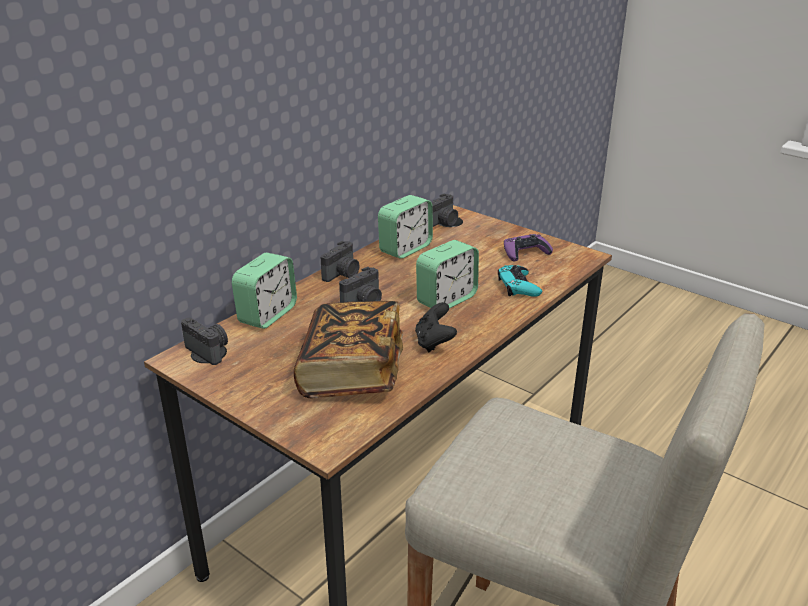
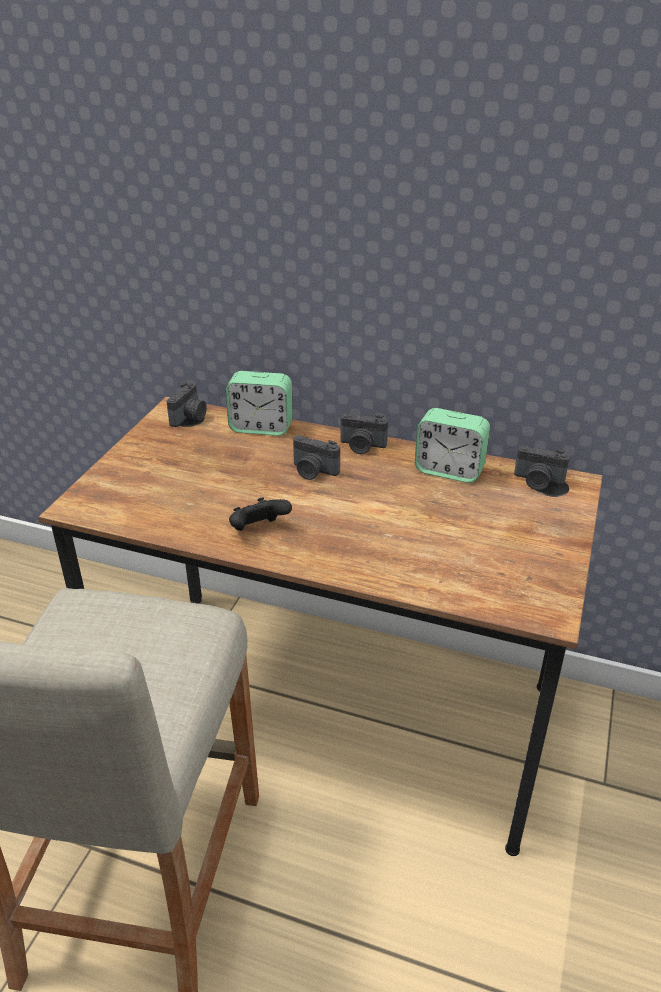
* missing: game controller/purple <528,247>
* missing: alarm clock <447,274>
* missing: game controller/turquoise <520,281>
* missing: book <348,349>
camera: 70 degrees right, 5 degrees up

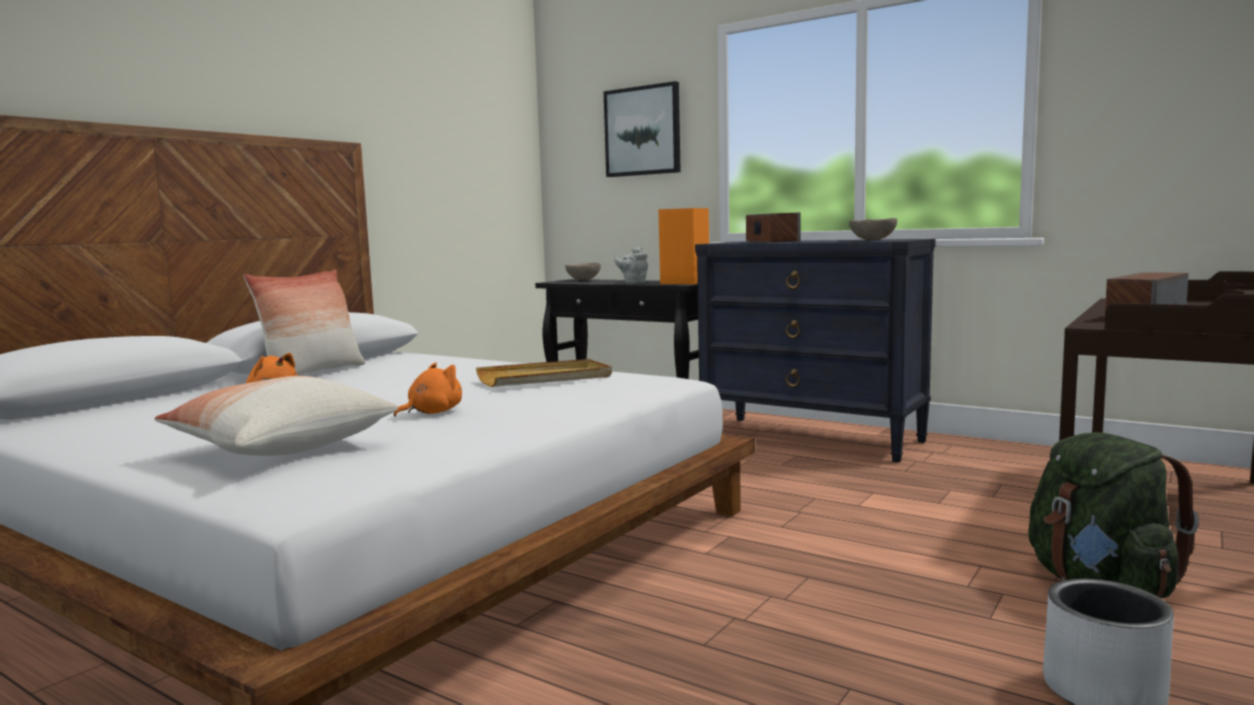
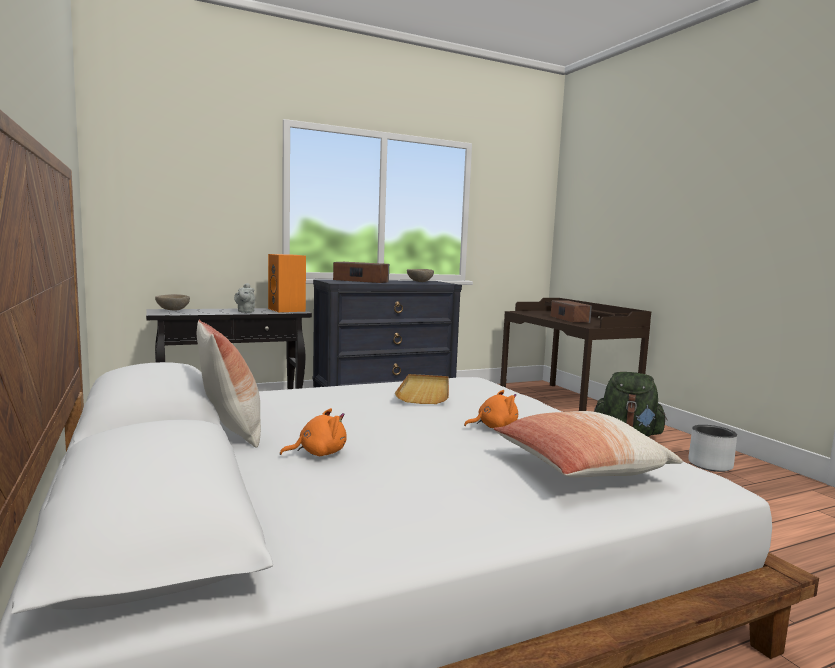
* missing: picture <642,129>
* spun: plush toy/orange <428,389> = <491,409> 90 degrees clockwise
camera: 60 degrees left, 0 degrees up

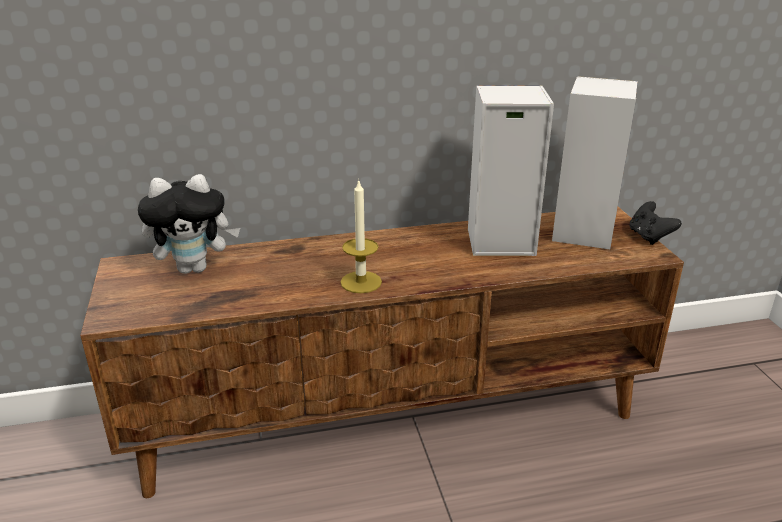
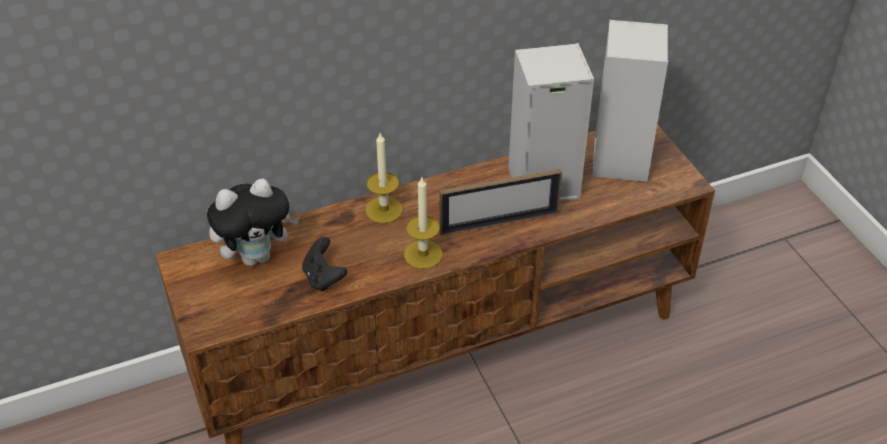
* relocated: game controller/black <655,223> to <324,264>
* appeared: candle <384,178>
* appeared: picture frame <500,202>
camera: 10 degrees left, 15 degrees up

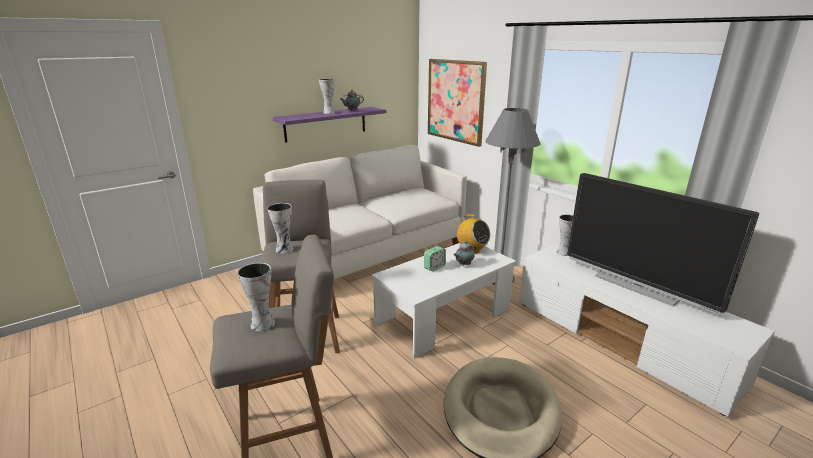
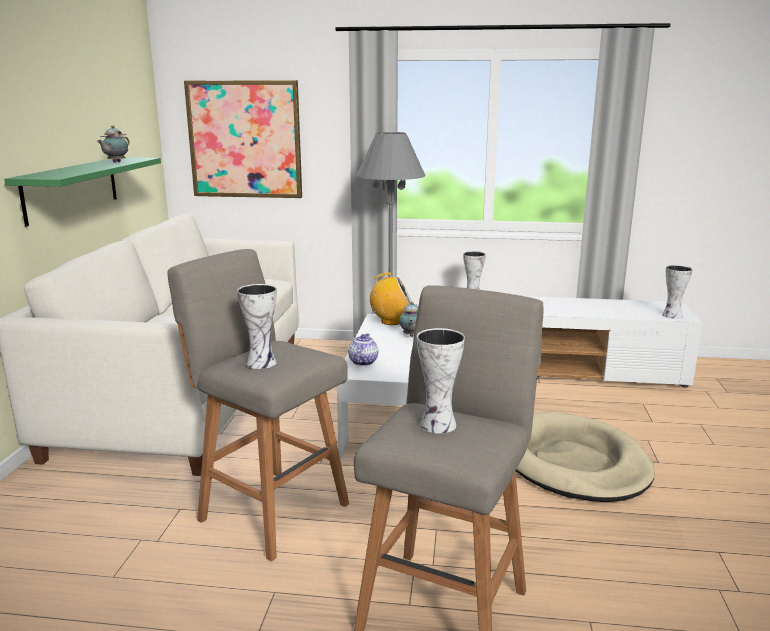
* relocated: vase <327,96> to <677,292>
* colour: shelf/purple <329,125> to shelf/green <82,192>
* missing: television <663,244>
* missing: alarm clock <435,258>
* appeared: teapot <363,350>
camera: 45 degrees left, 5 degrees down

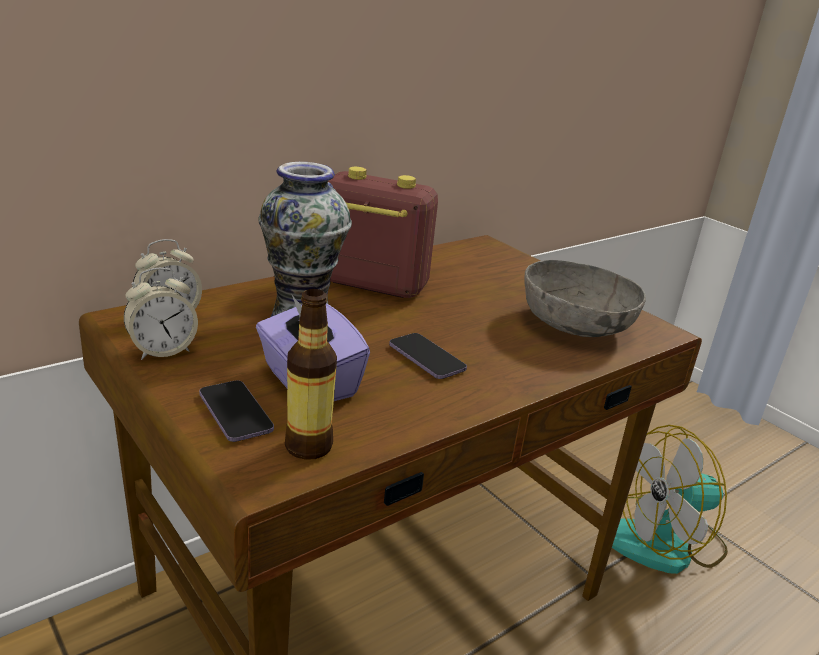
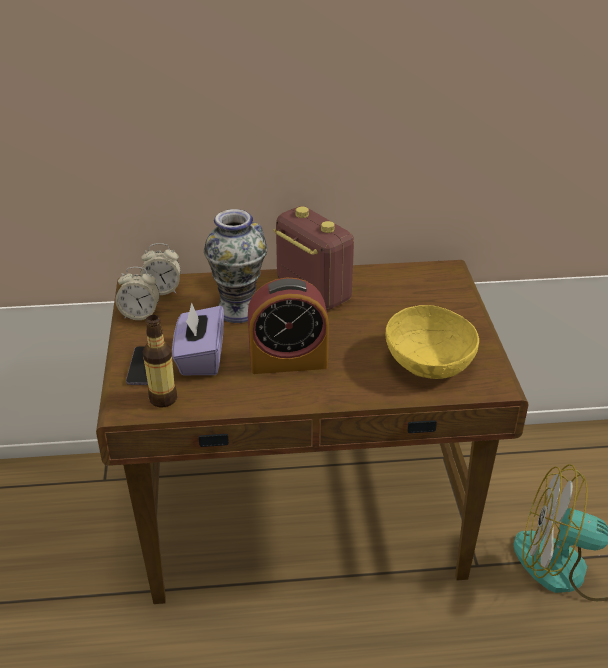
* colour: bowl/grey <585,298> to bowl/yellow <432,342>
* exchanged: phone <428,356> to alarm clock <288,326>
camera: 35 degrees right, 10 degrees up

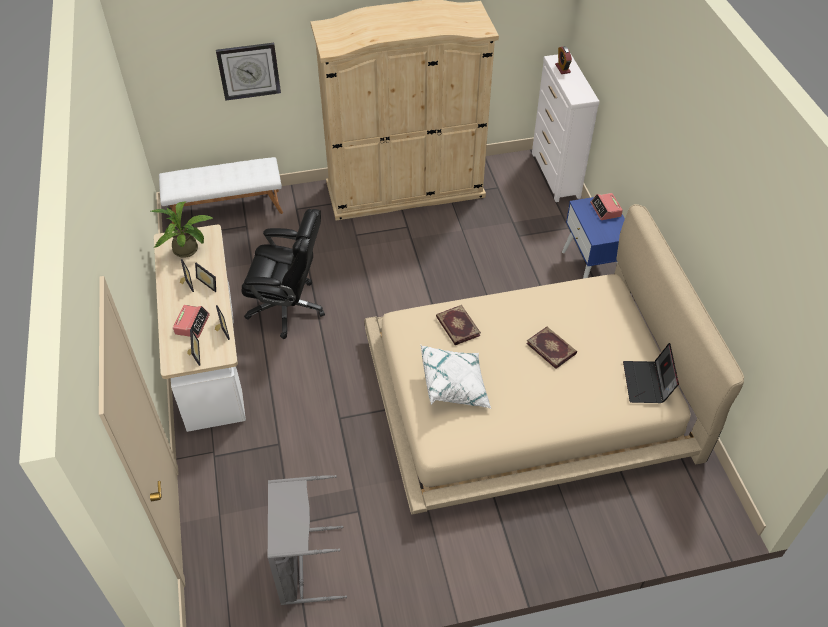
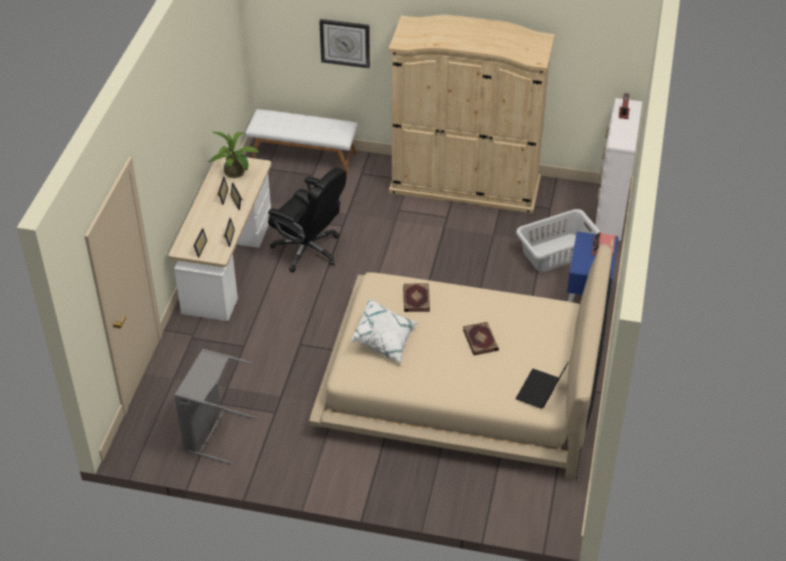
* missing: alarm clock <191,321>
* appeared: laundry basket/grey <558,240>
camera: 25 degrees right, 5 degrees down

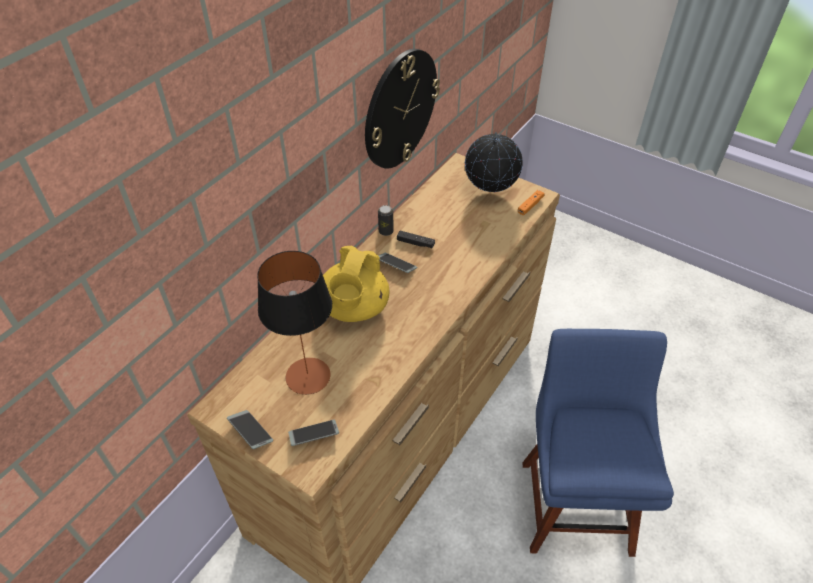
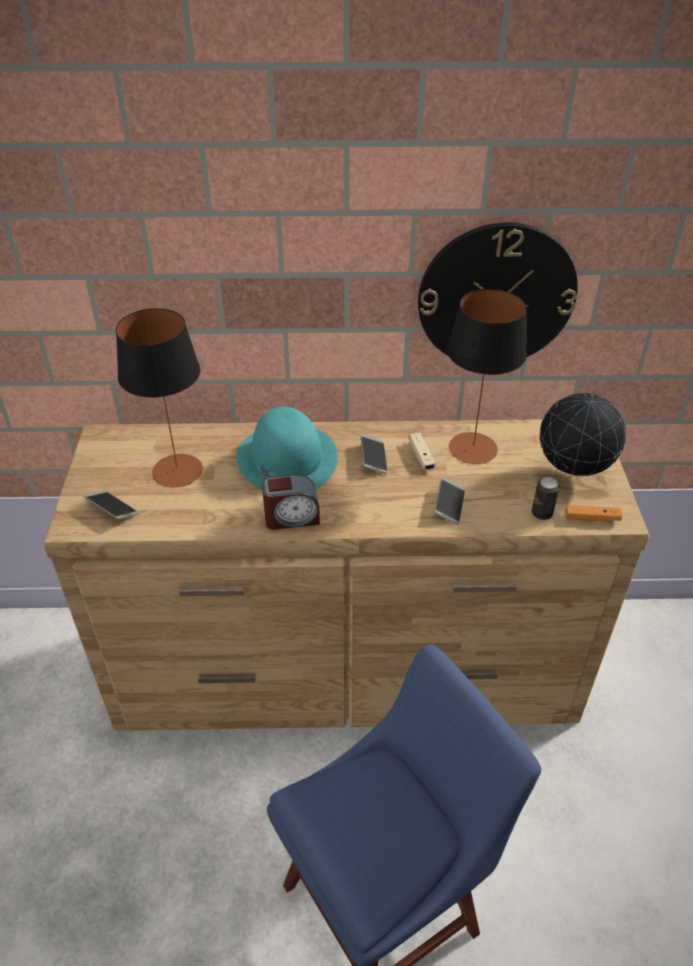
* relocated: can <386,220> to <546,498>
* colour: game controller/black <416,239> to game controller/beige <422,451>
* exchanged: teapot/yellow <356,284> to hat/turquoise <287,448>
* relocated: phone <250,429> to <449,501>
* appeared: table lamp <487,376>
* appeared: alarm clock <291,502>
camera: 55 degrees right, 5 degrees down

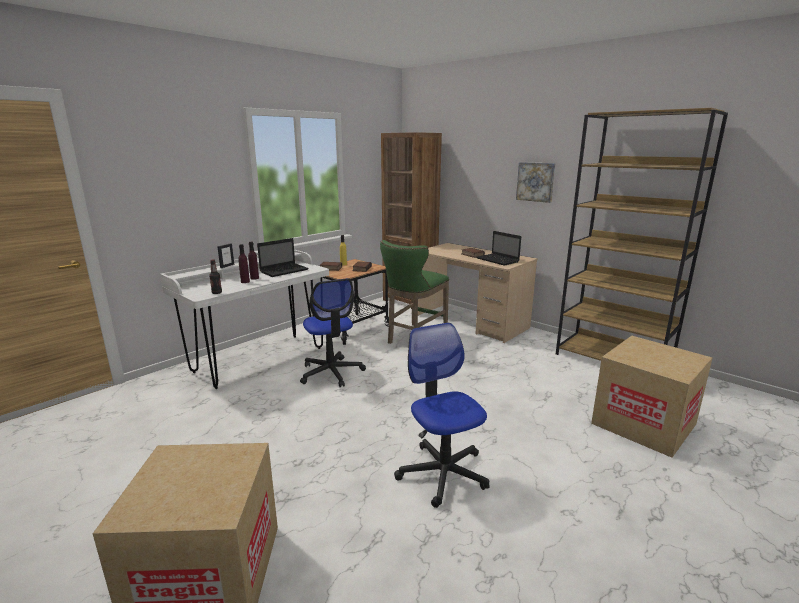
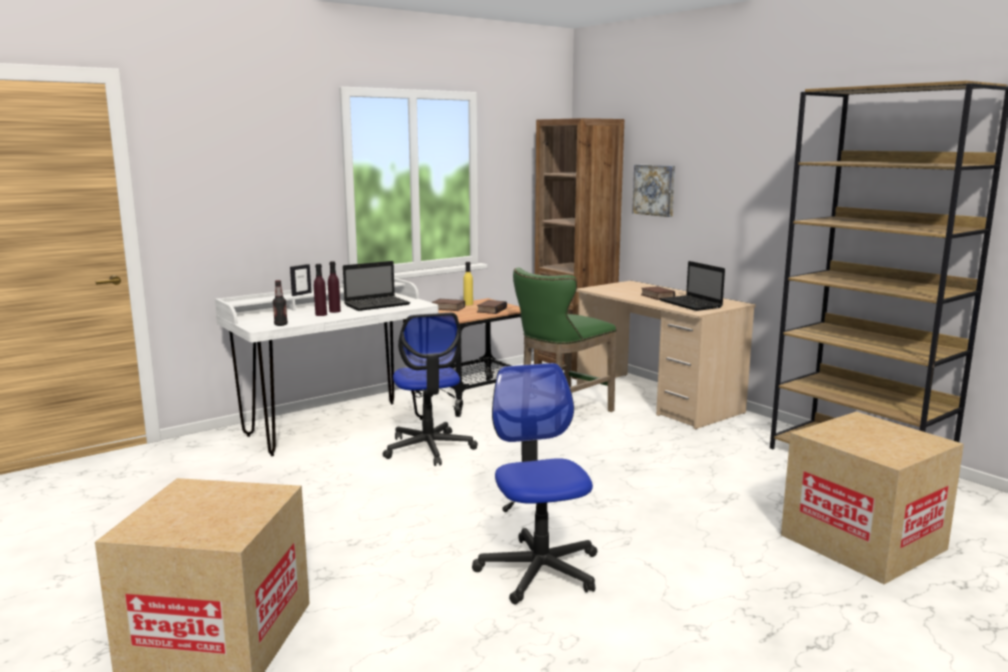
* relocated: picture <535,182> to <653,190>
camera: 10 degrees right, 5 degrees down

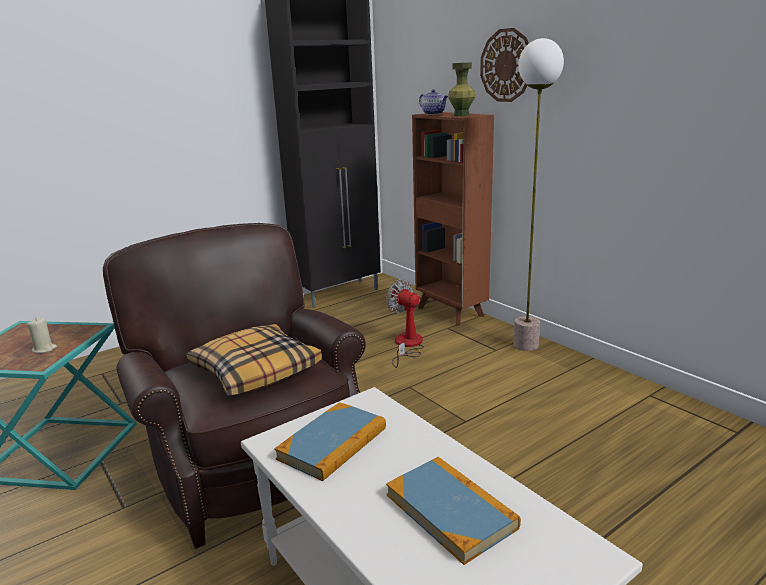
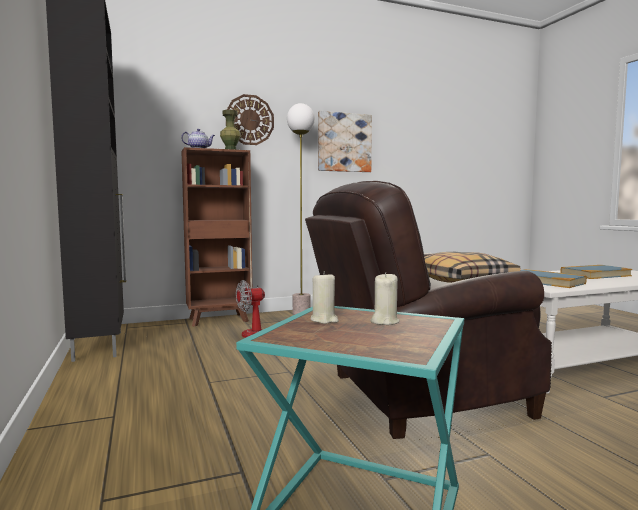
* appeared: picture <345,141>
* appeared: candle/beige <324,297>
camera: 75 degrees left, 15 degrees down

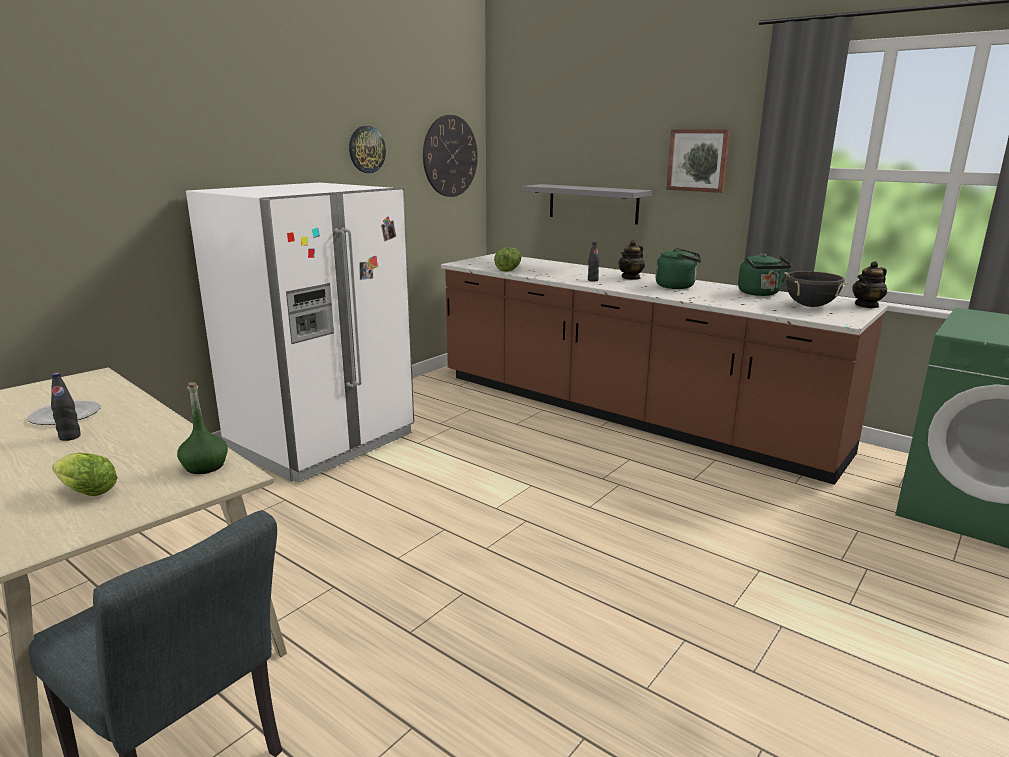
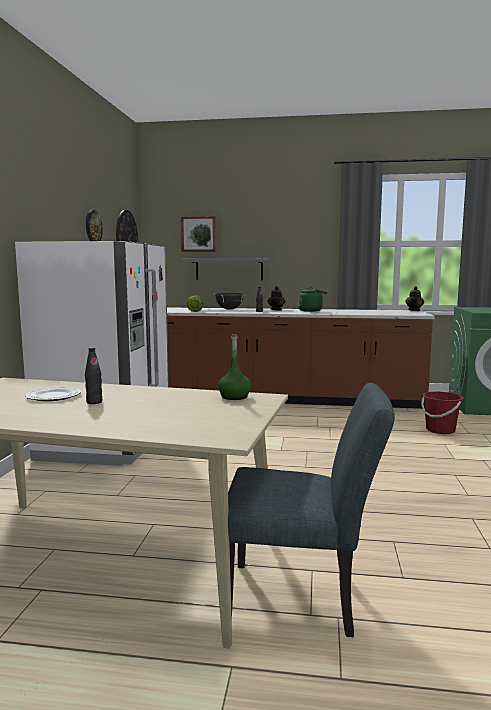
* relocated: picture <698,161> to <198,234>
* missing: kettle/green <765,274>
* relocated: cooking pot/black <816,289> to <229,301>
* missing: lettuce <85,474>
* appeared: bucket/red <442,413>
camera: 30 degrees left, 10 degrees down

